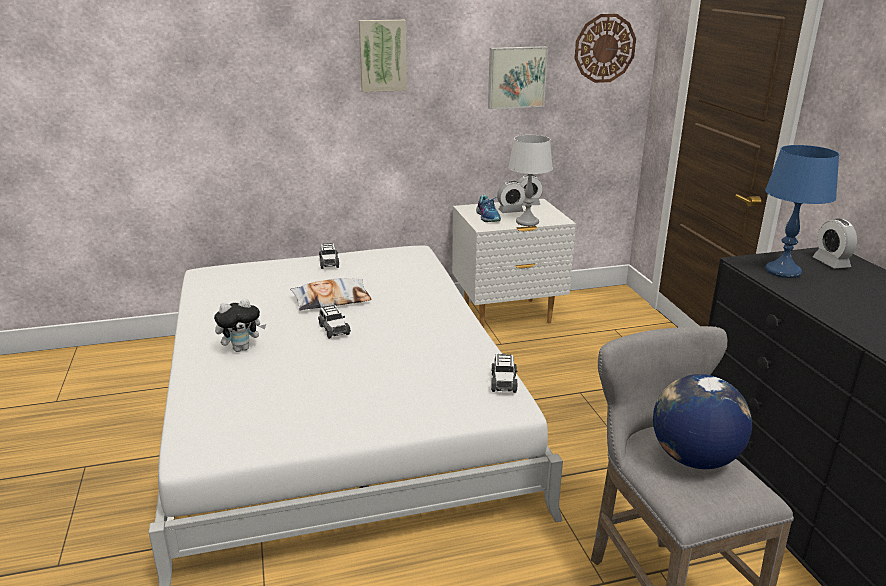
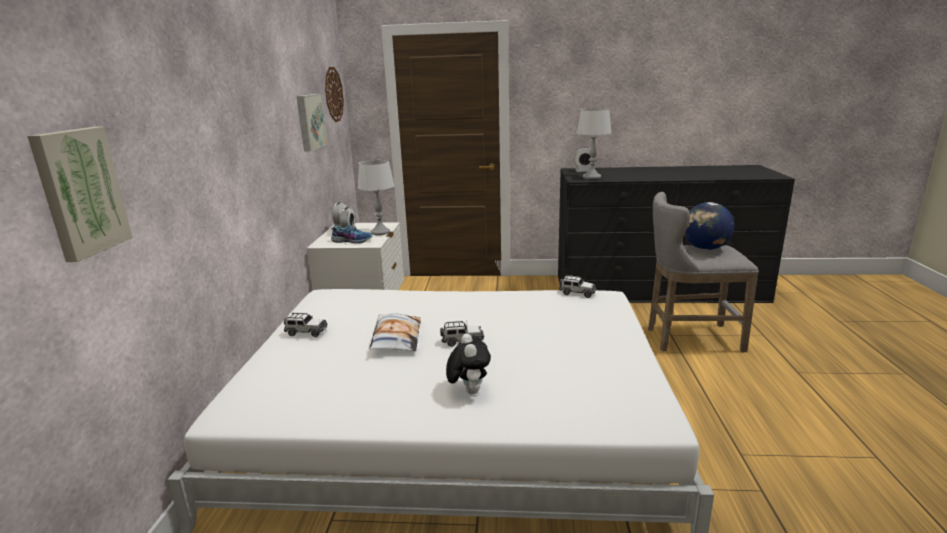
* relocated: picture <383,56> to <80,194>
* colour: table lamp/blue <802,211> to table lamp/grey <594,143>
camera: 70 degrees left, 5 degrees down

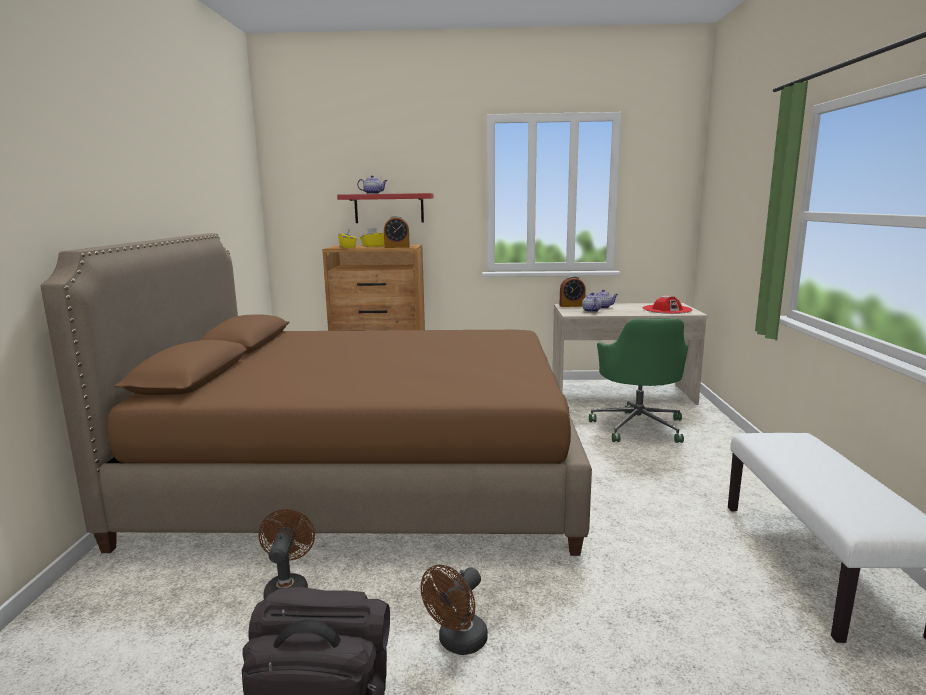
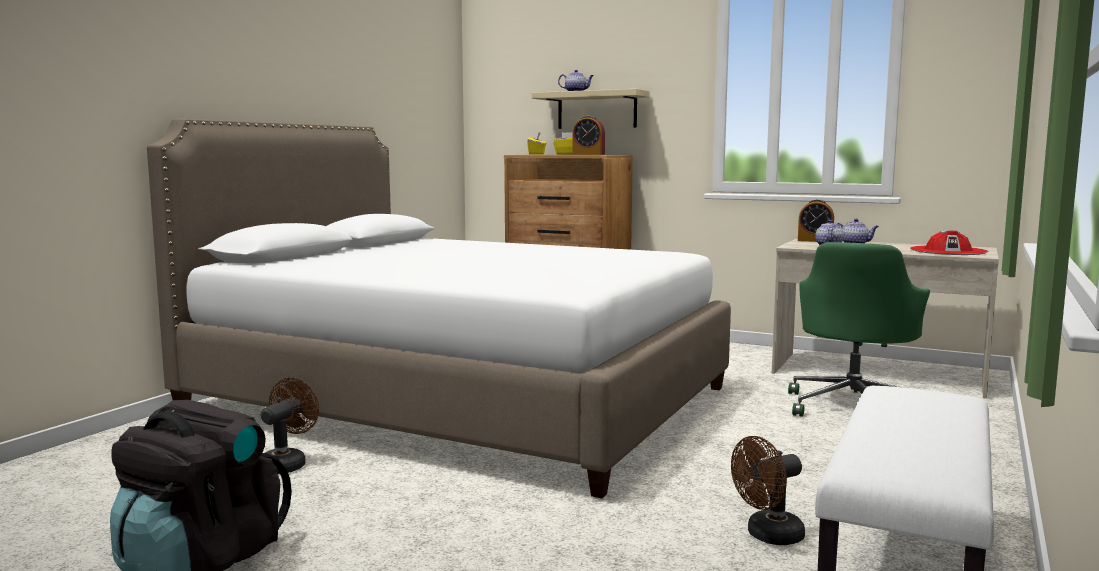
* colour: shelf/red <385,208> to shelf/beige <591,109>
* colour: bed/brown <316,394> to bed/white <439,308>
* relocated: fan/brown <454,610> to <768,490>
camera: 25 degrees right, 5 degrees down

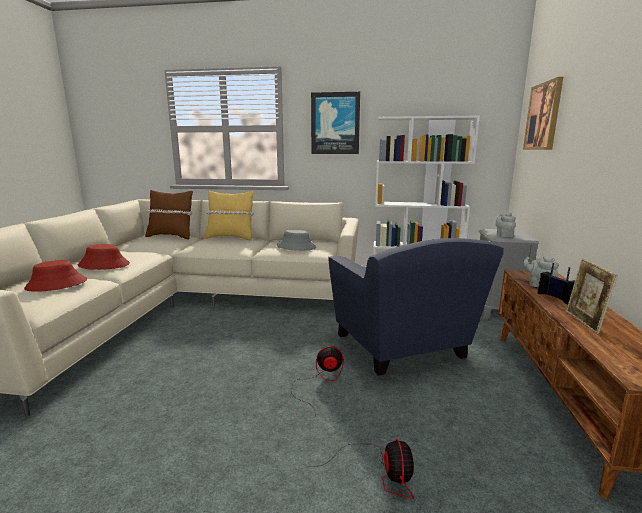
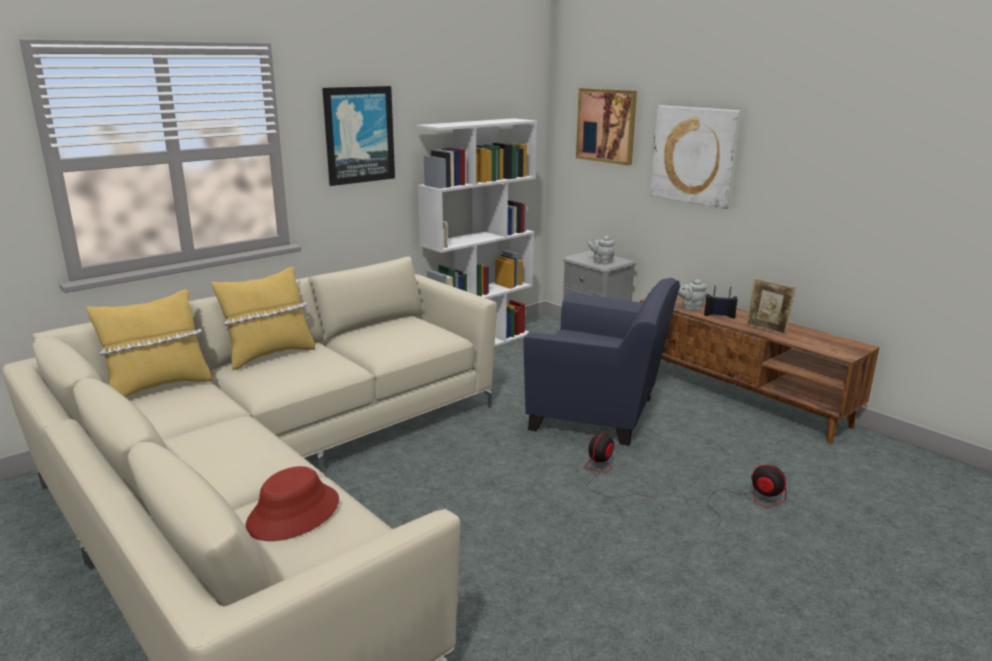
* colour: pillow/brown <169,215> to pillow/yellow <149,343>
* missing: hat/grey <296,240>
* missing: hat/red <104,257>
* appeared: picture <695,157>
camera: 50 degrees left, 5 degrees up

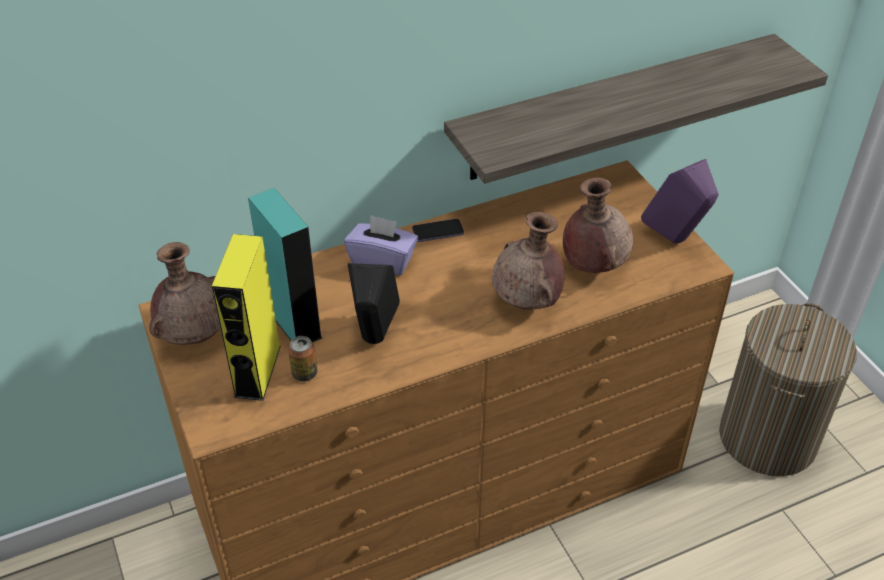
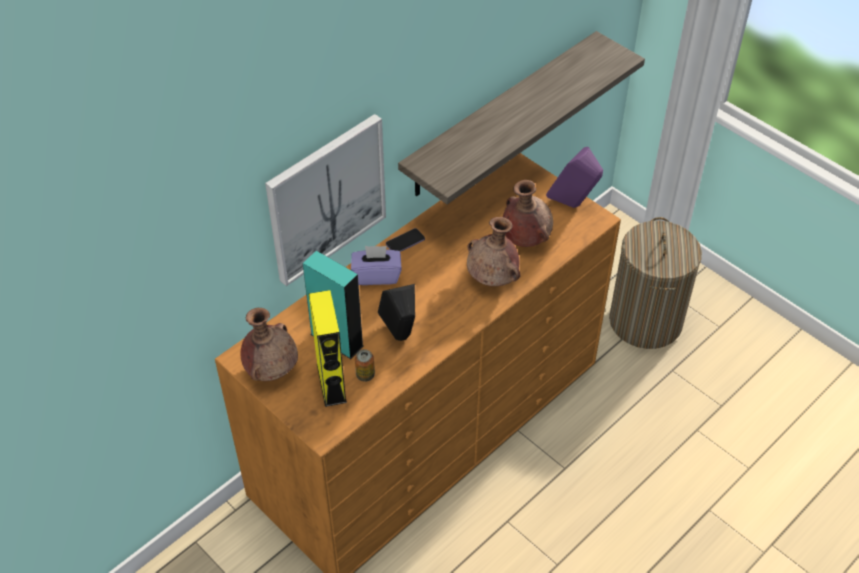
* appeared: picture <325,200>
camera: 20 degrees left, 5 degrees up

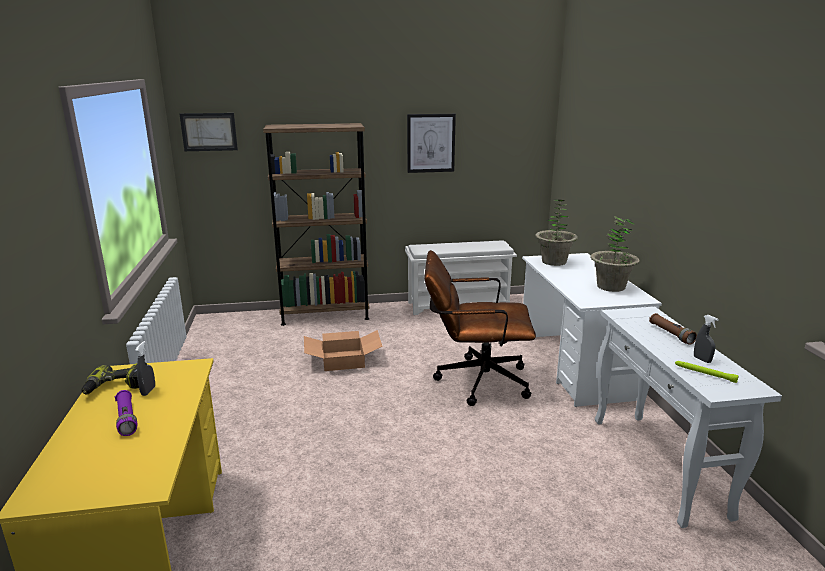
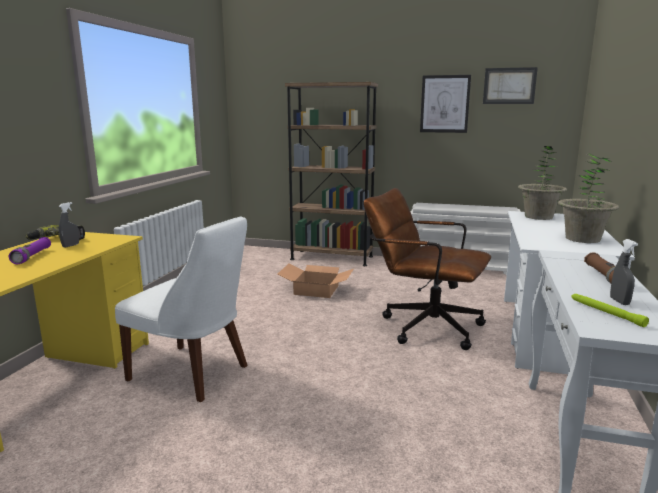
* relocated: picture <209,132> to <510,85>
* appeared: chair/white <181,309>
camera: 25 degrees right, 5 degrees down

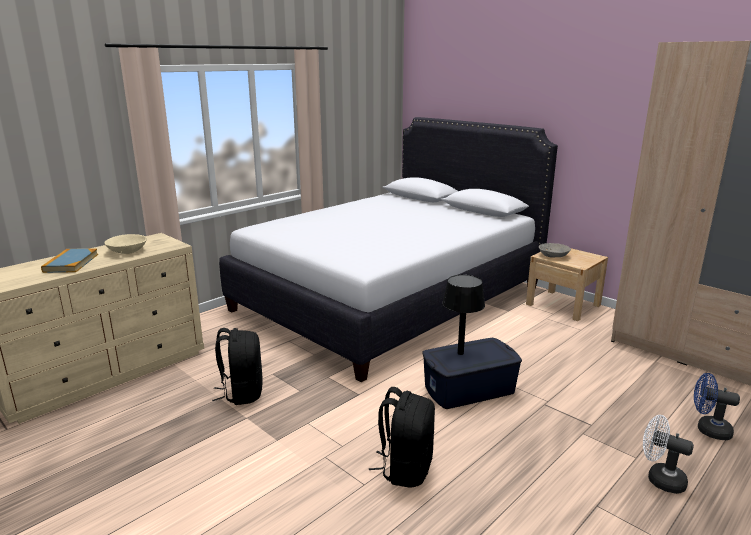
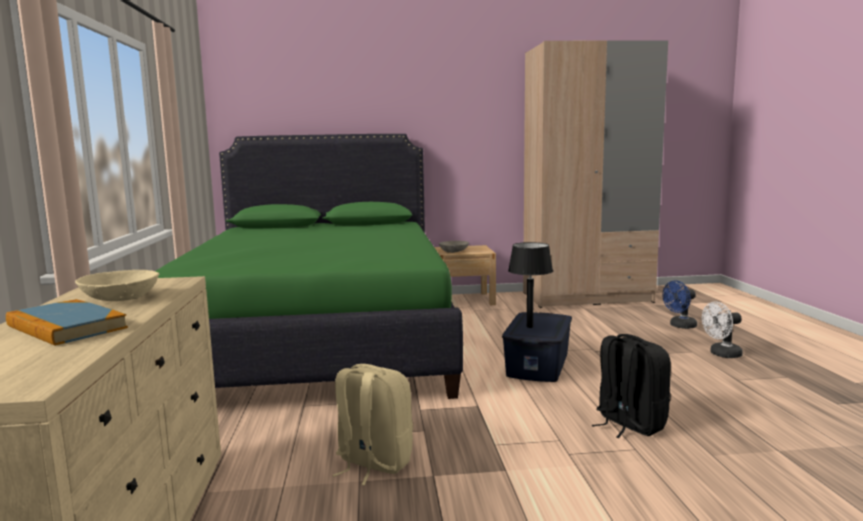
* colour: bed/white <388,249> to bed/green <309,266>
* colour: backpack/black <237,366> to backpack/beige <372,424>
camera: 50 degrees left, 10 degrees down

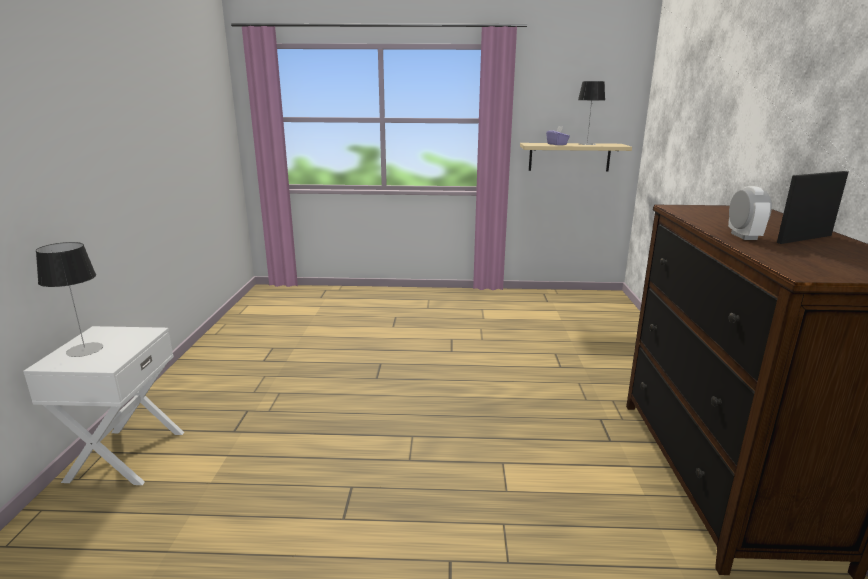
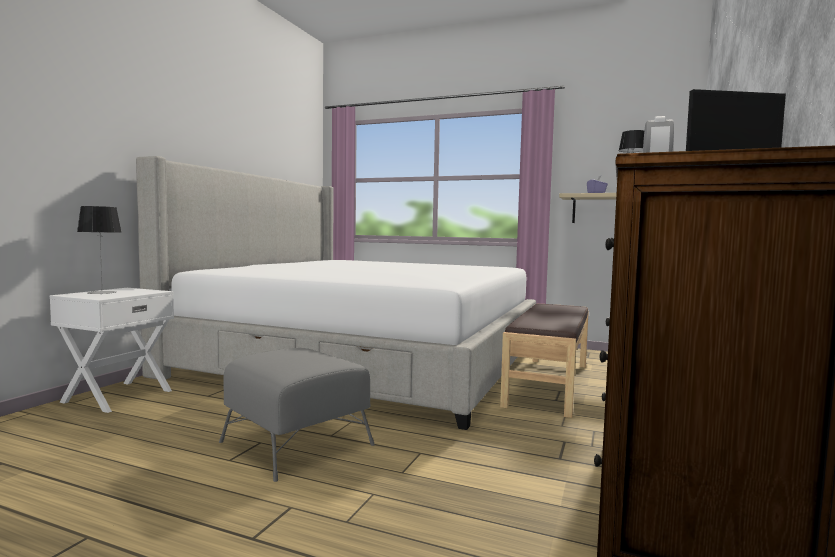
* appeared: bed <336,293>
* appeared: bench/brown <544,361>
* appeared: ottoman/grey <297,415>
camera: 20 degrees right, 15 degrees down

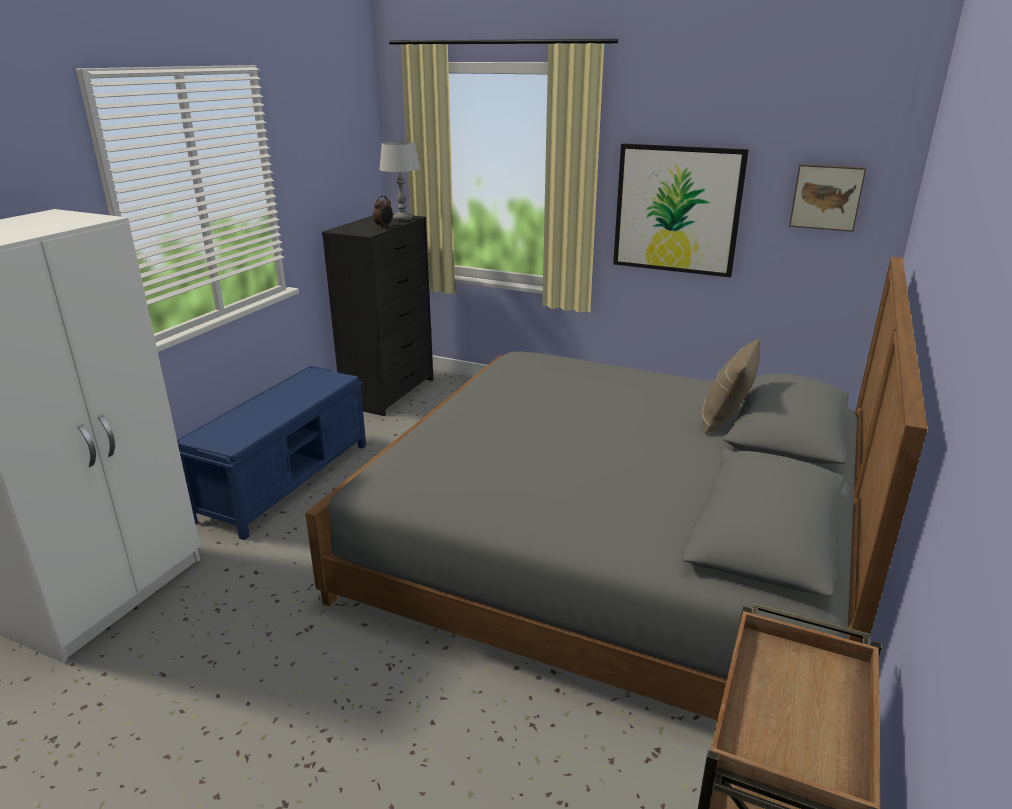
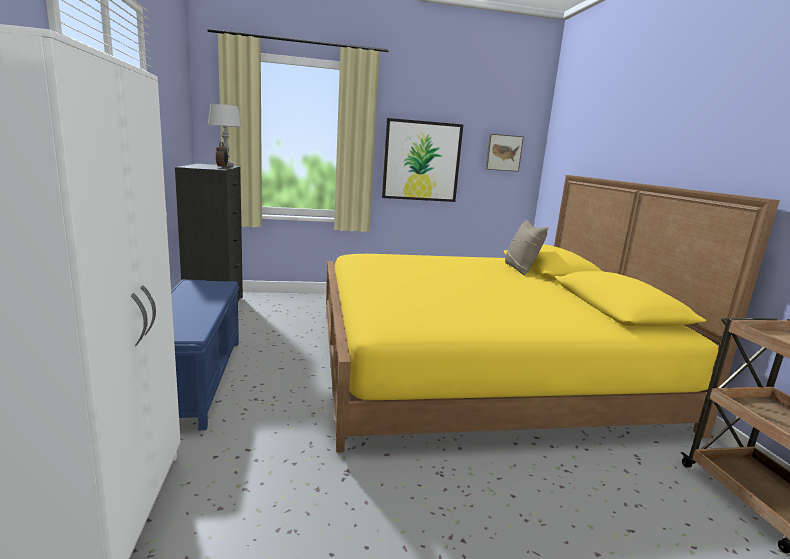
* colour: bed/grey <616,488> to bed/yellow <553,314>
camera: 35 degrees left, 10 degrees down

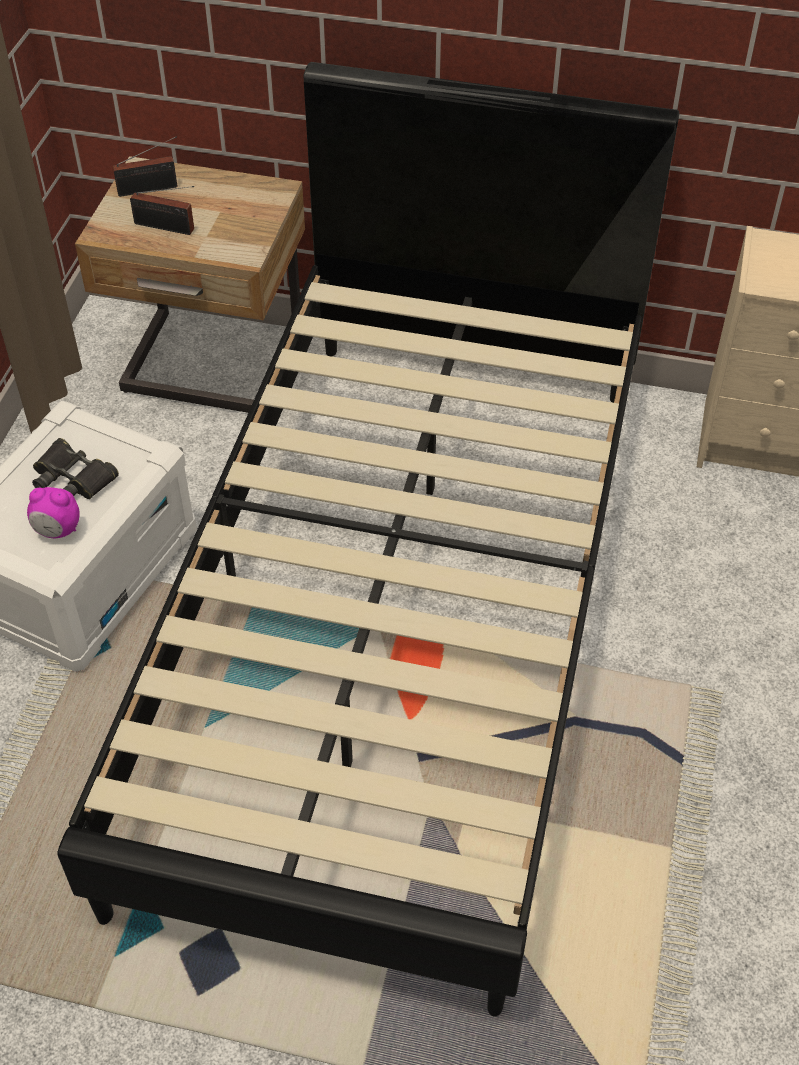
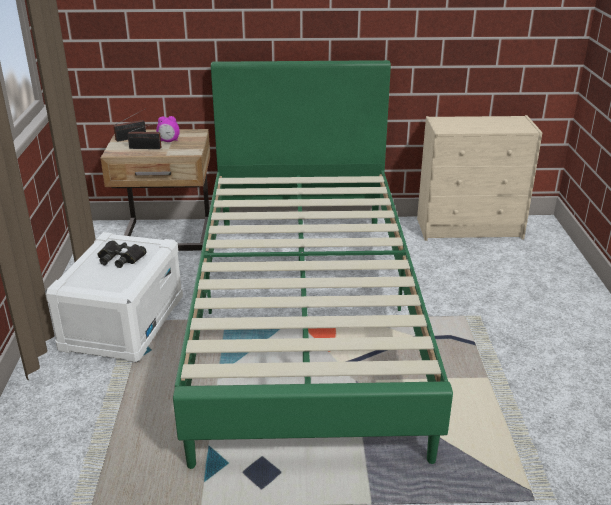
* colour: bed/black <368,539> to bed/green <313,264>
* relocated: alarm clock <53,512> to <168,129>
camera: 15 degrees left, 20 degrees down

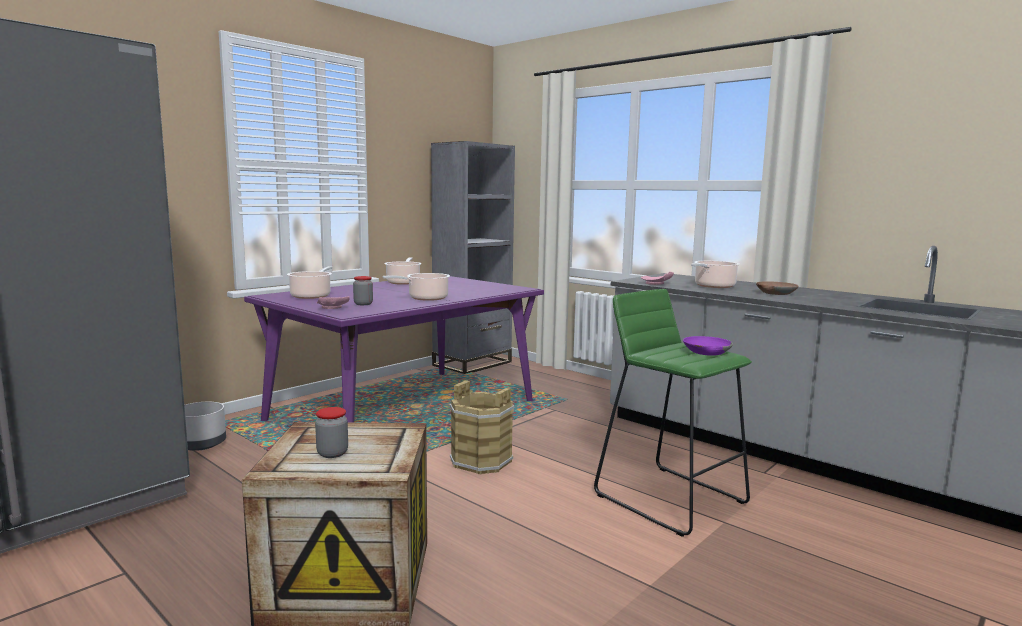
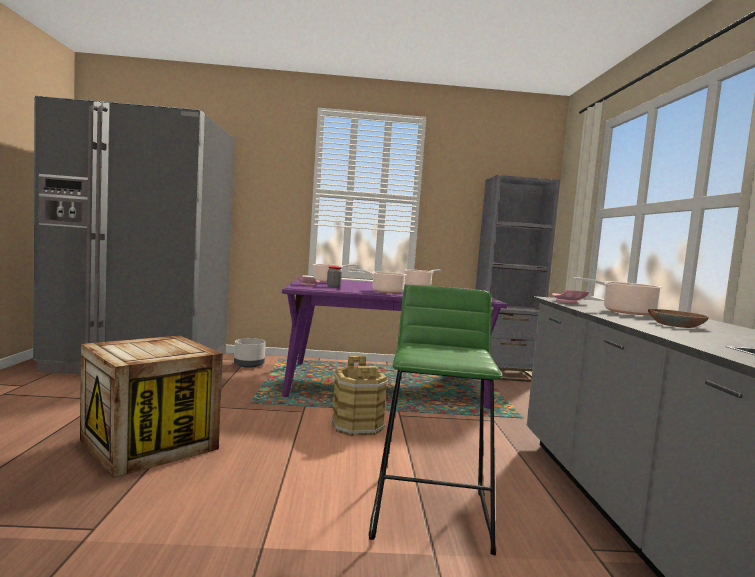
* missing: bowl/purple <708,346>
* missing: jar <331,432>
camera: 45 degrees right, 5 degrees down

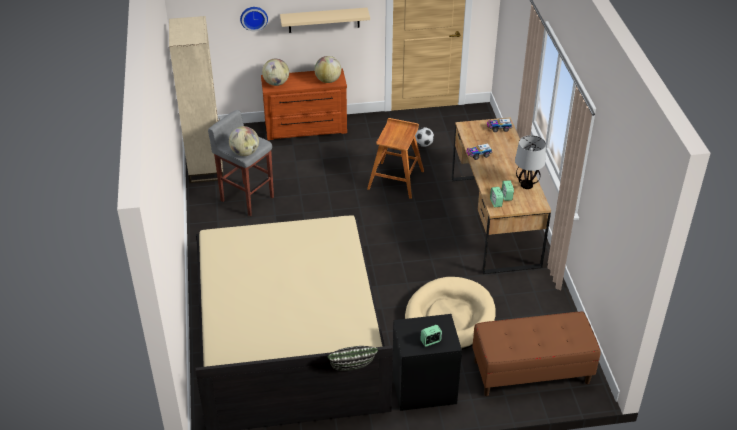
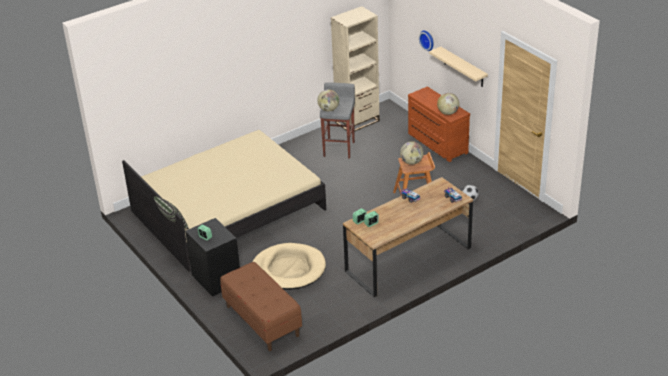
* relocated: globe <275,72> to <412,153>
* missing: table lamp <530,162>
camera: 65 degrees right, 5 degrees down

